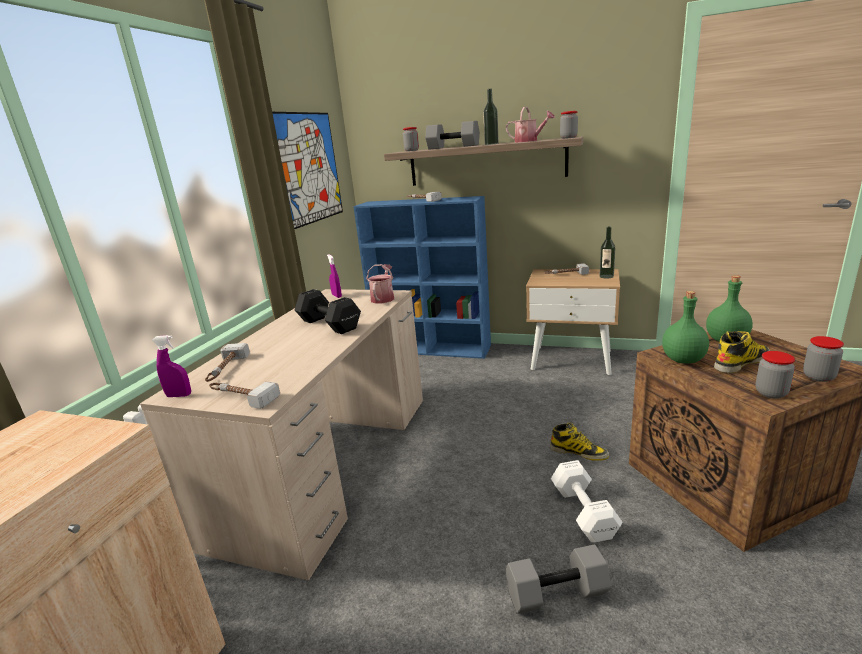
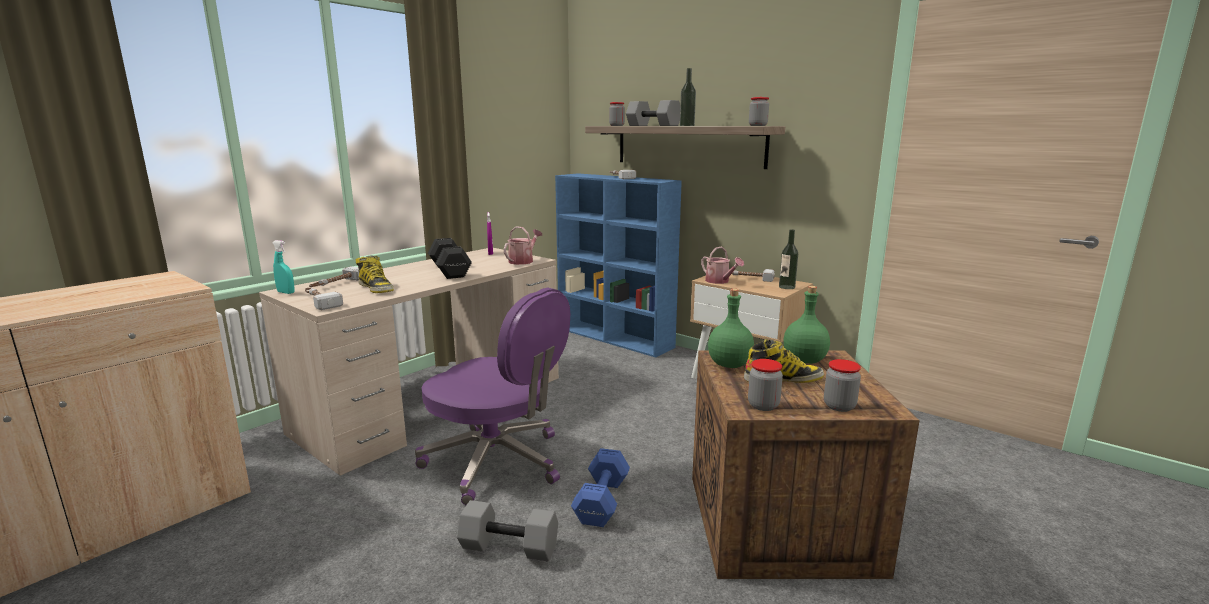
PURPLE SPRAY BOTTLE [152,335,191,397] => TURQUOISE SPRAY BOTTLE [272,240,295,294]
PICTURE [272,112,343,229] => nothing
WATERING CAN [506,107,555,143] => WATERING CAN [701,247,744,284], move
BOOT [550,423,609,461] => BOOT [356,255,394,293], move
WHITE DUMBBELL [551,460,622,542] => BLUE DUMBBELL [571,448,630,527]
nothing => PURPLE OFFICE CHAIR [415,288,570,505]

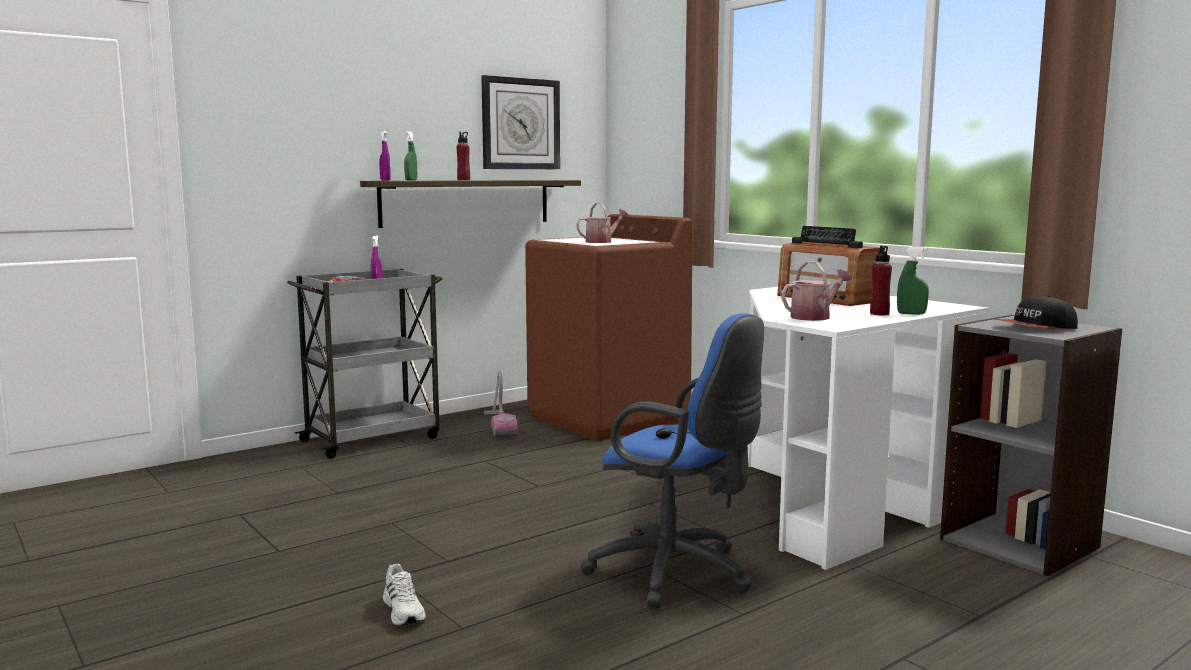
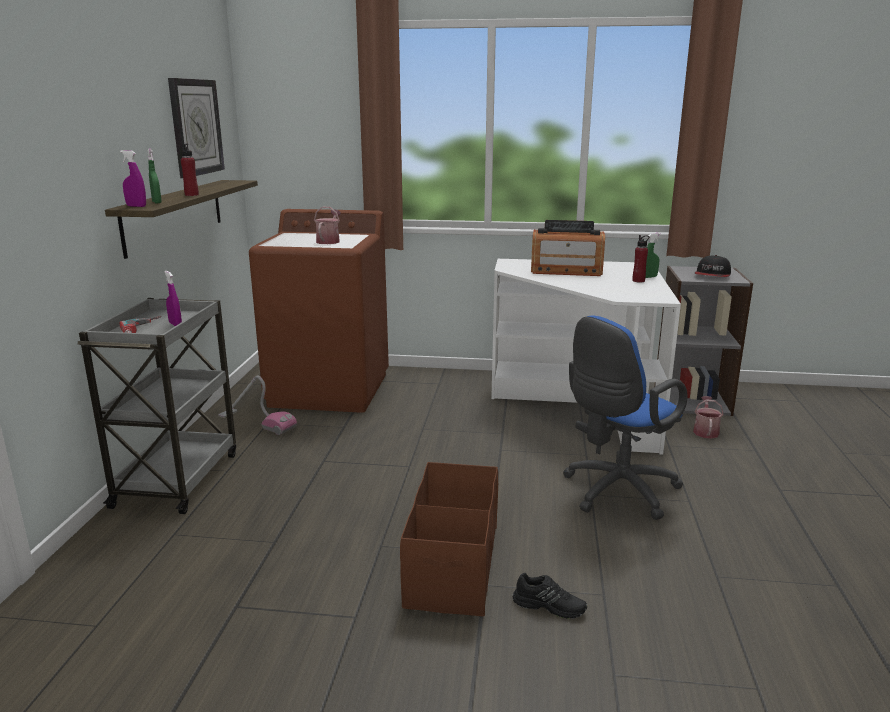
WHITE SHOE [383,564,426,626] => BLACK SHOE [513,573,587,619]
BLUE OFFICE CHAIR [581,313,764,608] => BLUE OFFICE CHAIR [563,315,688,520], 150 degrees clockwise
WATERING CAN [781,261,852,321] => WATERING CAN [693,396,724,439], move
nothing => BROWN STORAGE BOX [400,462,498,616]

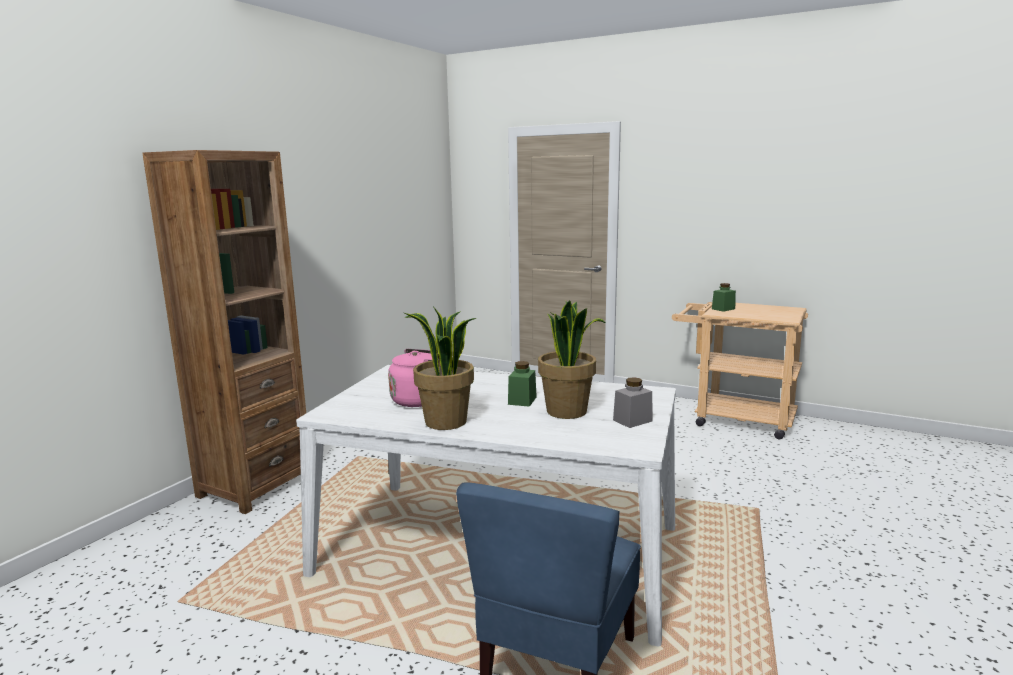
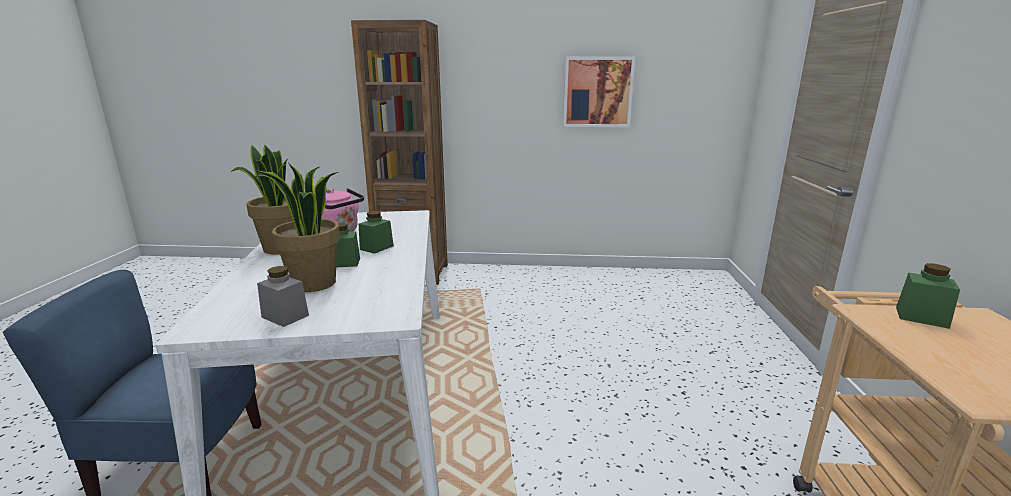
nothing => GREEN JAR [359,211,394,254]
nothing => PICTURE [563,57,635,127]

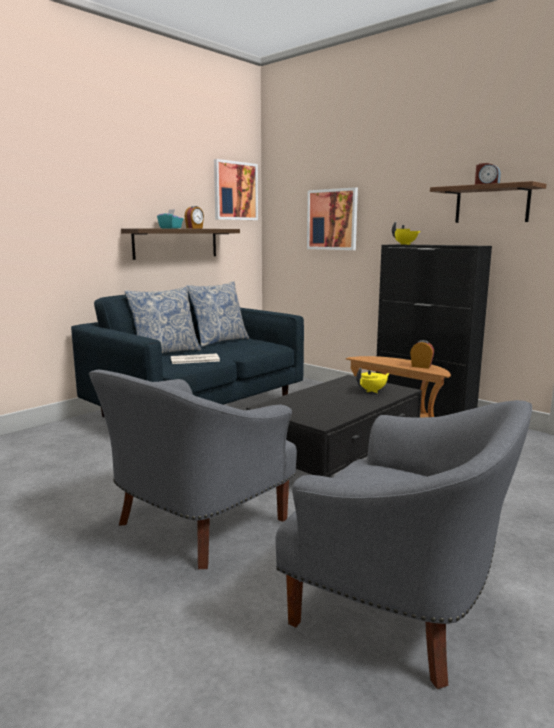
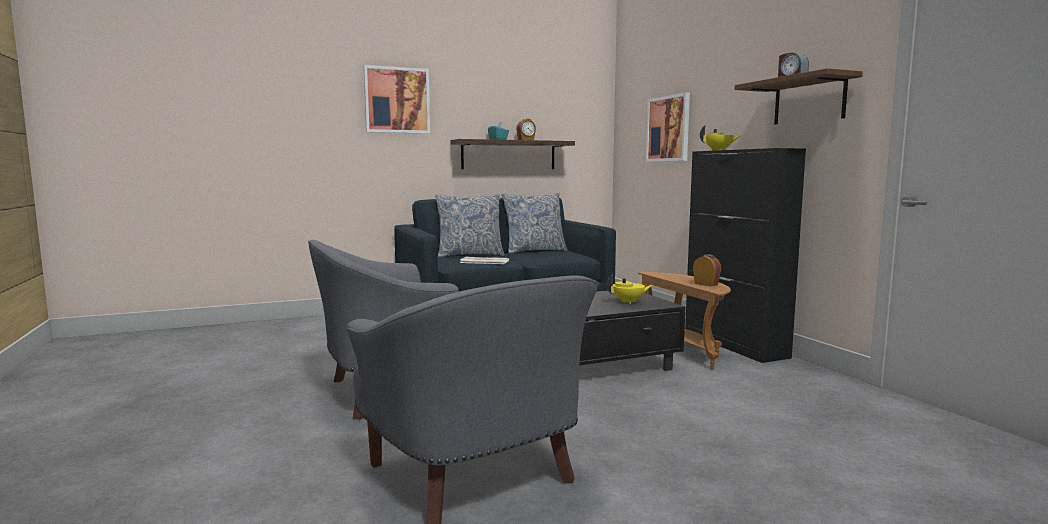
PICTURE [214,159,258,220] => PICTURE [364,65,430,134], move

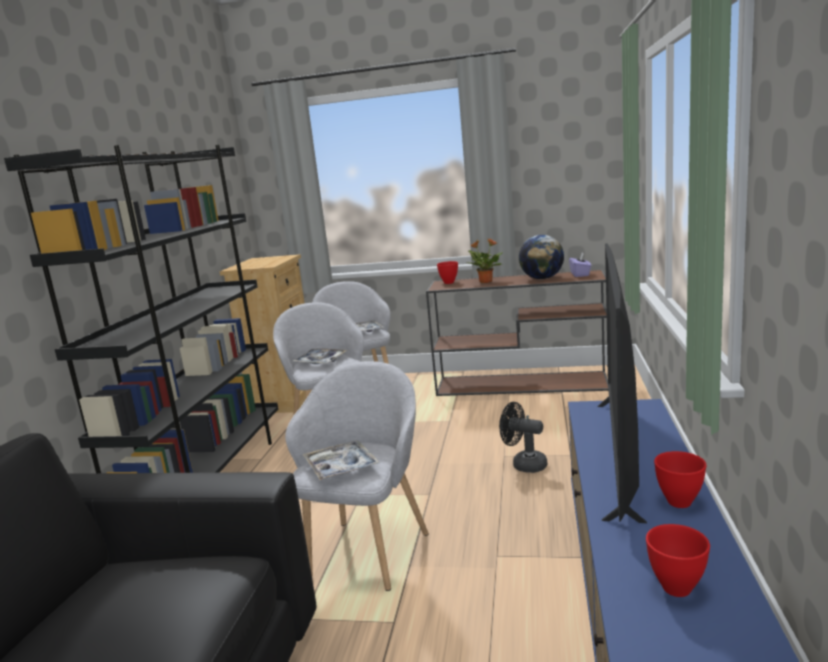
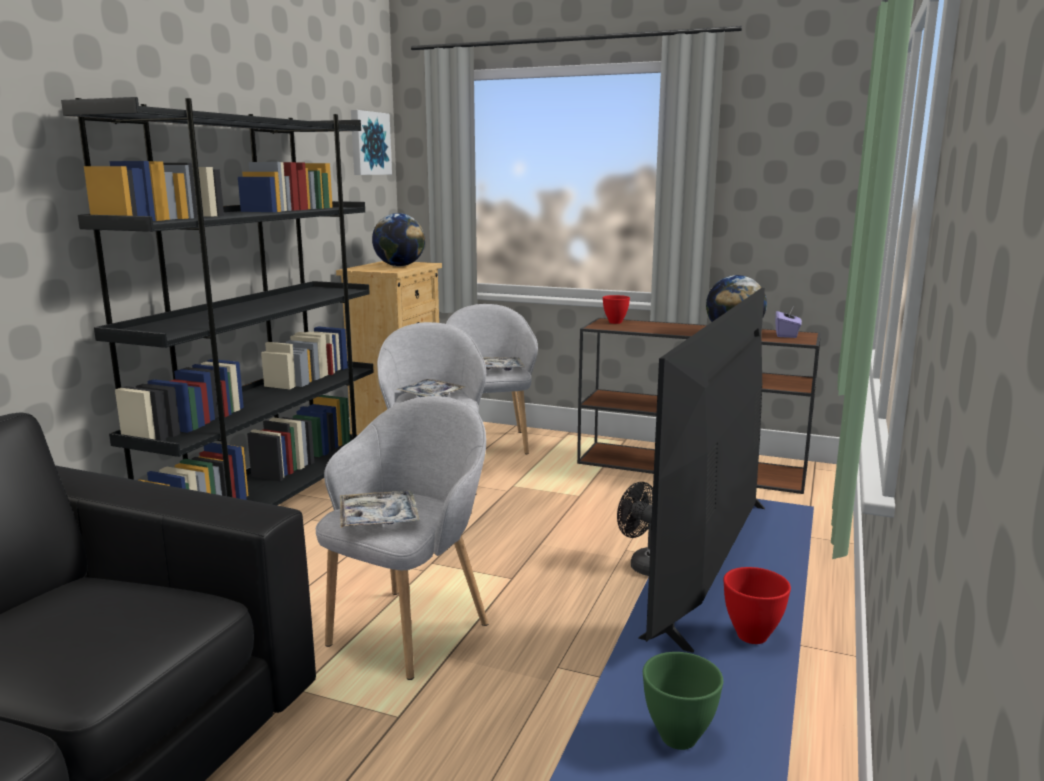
POTTED PLANT [466,239,503,283] => nothing
RED BOWL [646,524,710,597] => GREEN BOWL [643,652,723,750]
nothing => PICTURE [351,110,392,175]
nothing => GLOBE [372,213,425,266]

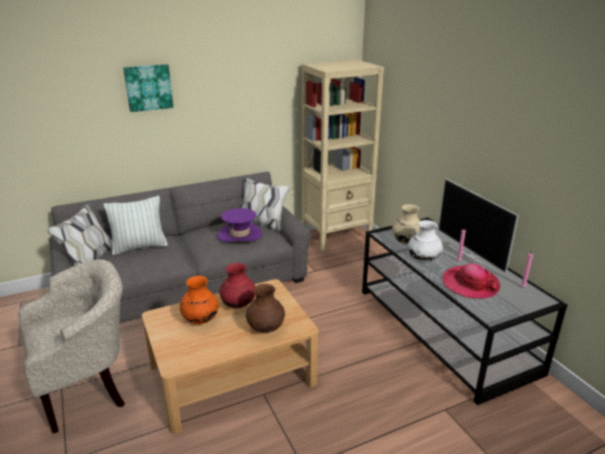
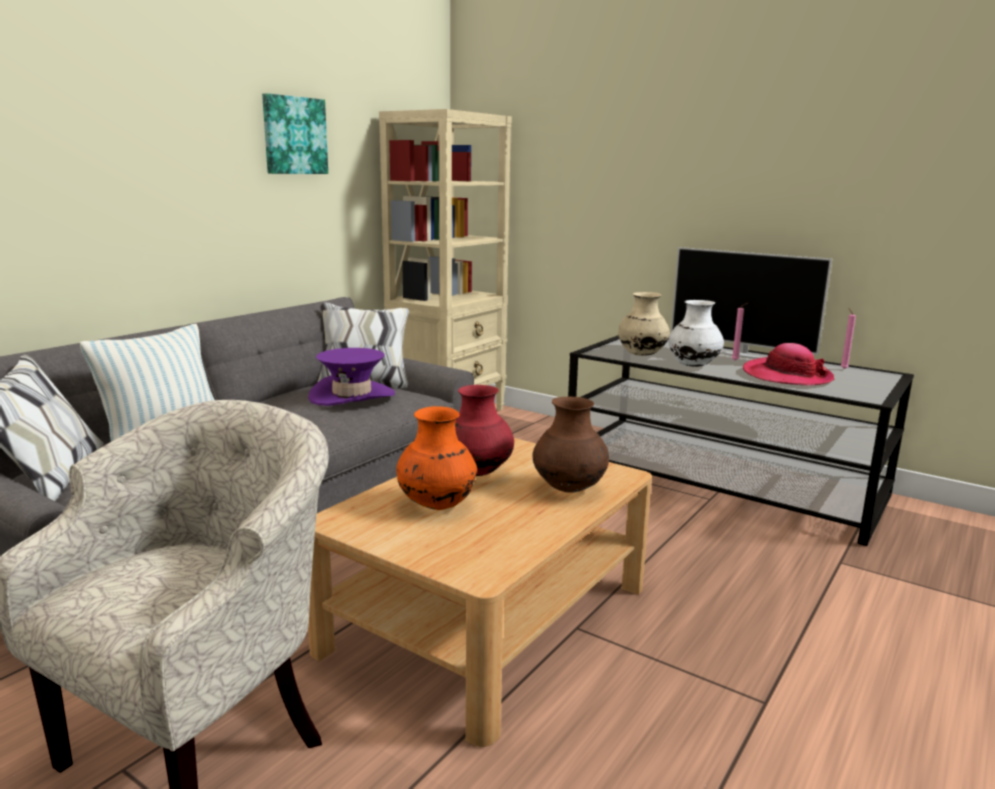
PICTURE [123,64,173,112] => PICTURE [262,93,328,174], move

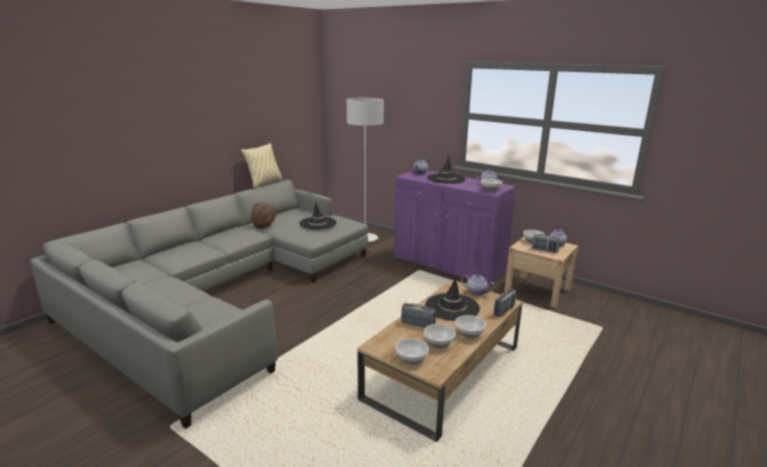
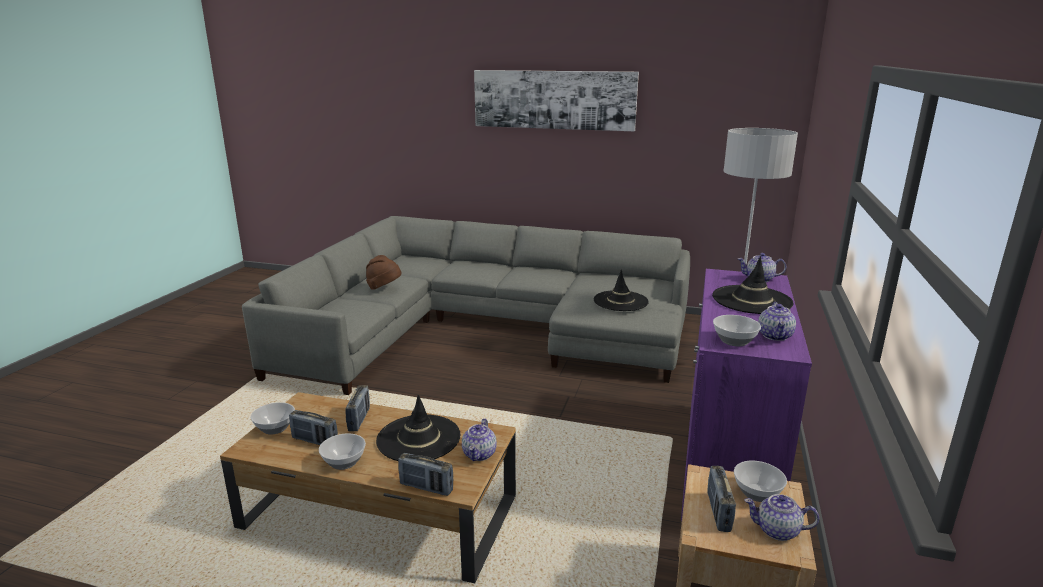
PILLOW [241,143,283,189] => nothing
BROWN HAT [251,203,276,229] => BROWN HAT [366,255,401,290], move
BOWL [424,324,456,349] => RADIO [289,410,338,445]
nothing => PICTURE [474,70,639,131]

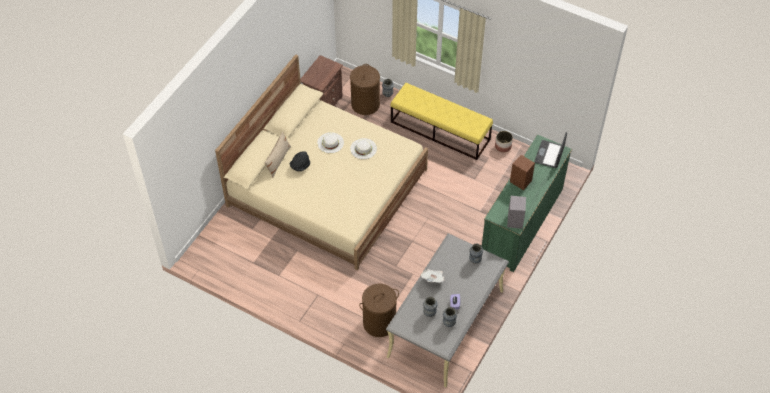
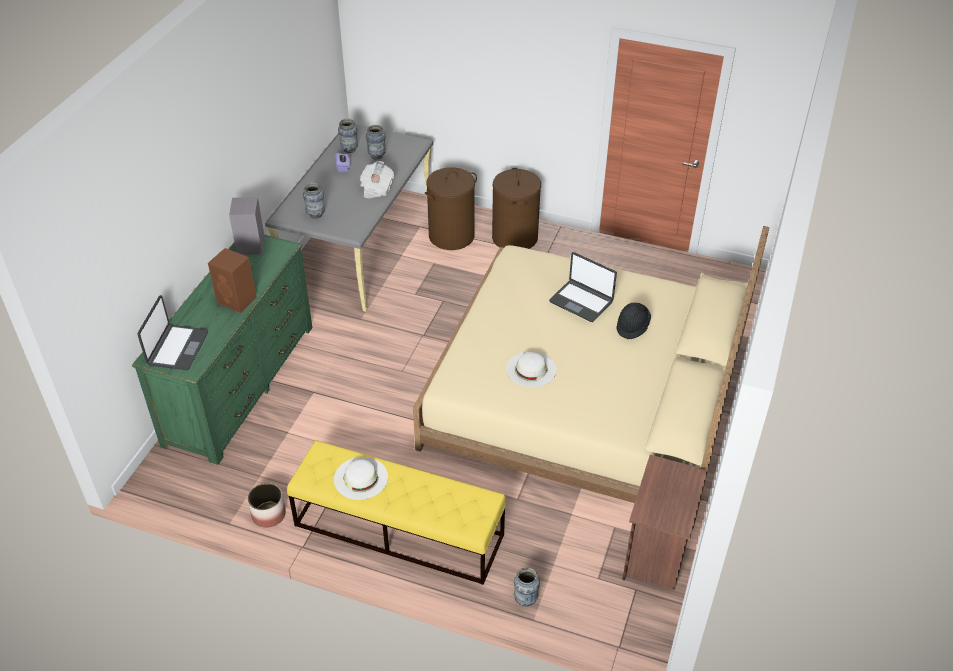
BEIGE PILLOW [265,131,291,178] => nothing
WHITE HAT [317,132,344,153] => WHITE HAT [334,457,388,500], move
BROWN LAUNDRY BASKET [350,64,380,115] => BROWN LAUNDRY BASKET [492,168,541,249], move
nothing => LAPTOP [549,252,617,322]

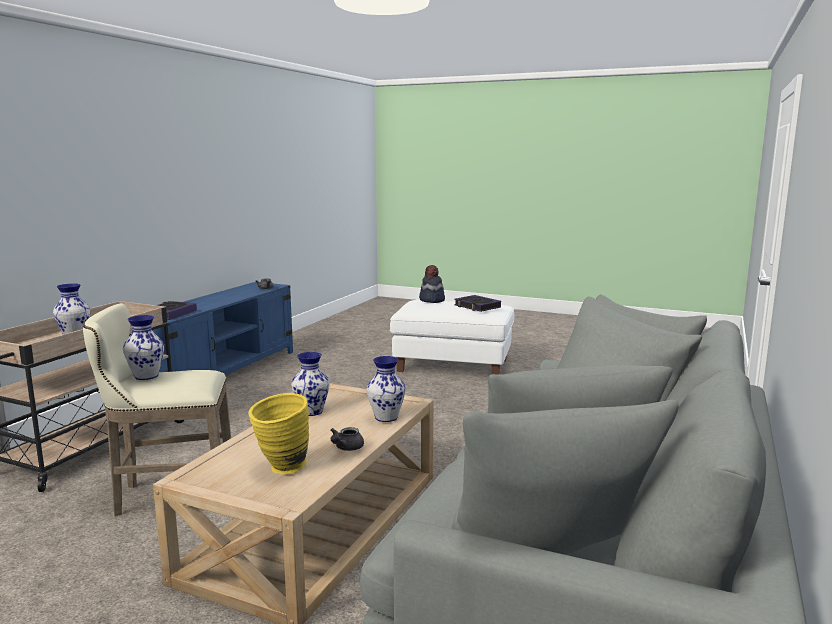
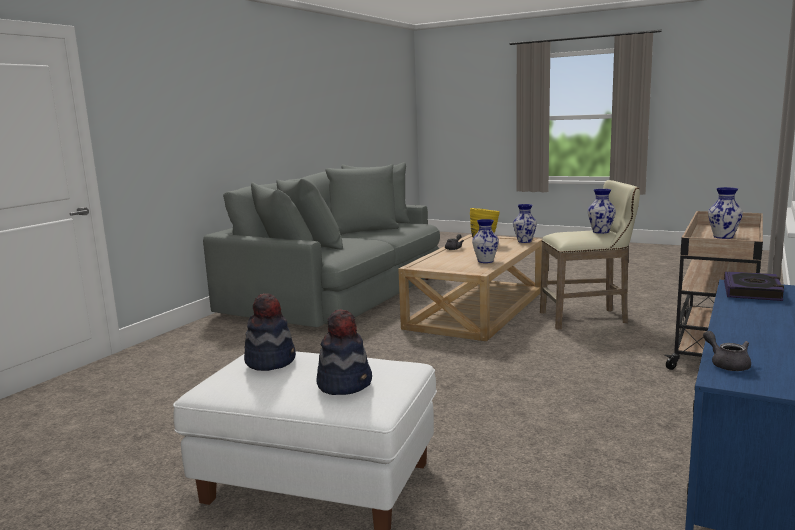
VASE [367,356,405,422] => VASE [513,204,537,243], move
BOOK [454,295,501,312] => HAT [244,293,296,371]

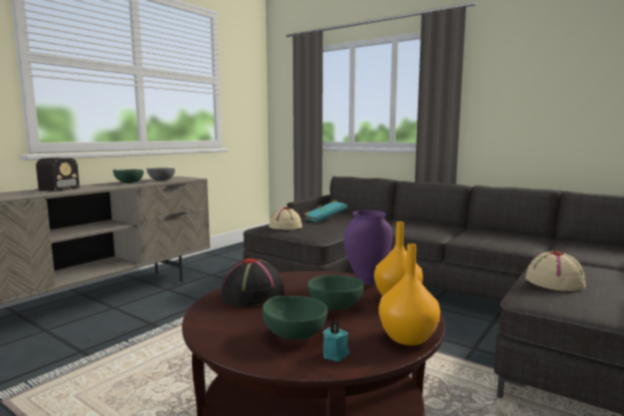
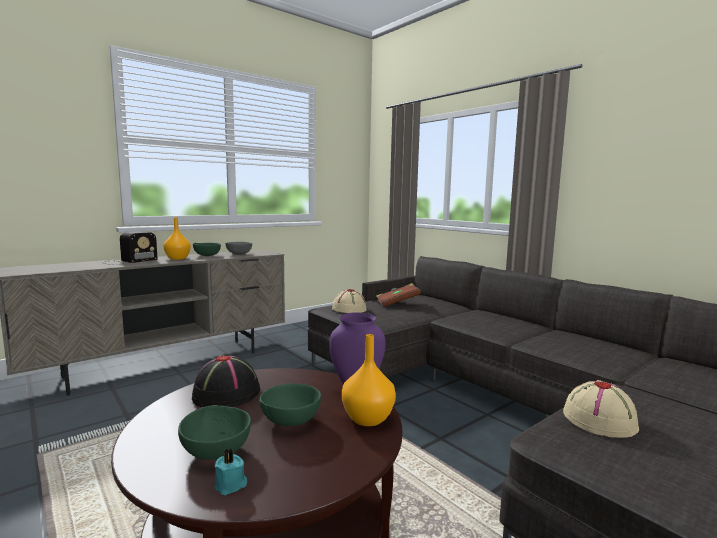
TURQUOISE BOOK [304,200,348,222] => BROWN BOOK [376,283,421,307]
ORANGE VASE [379,244,440,345] => ORANGE VASE [164,218,191,260], move

